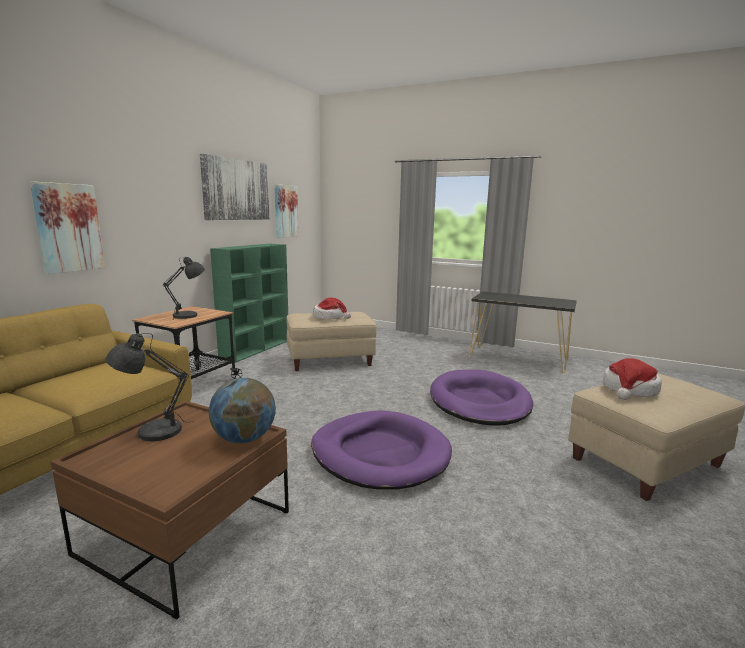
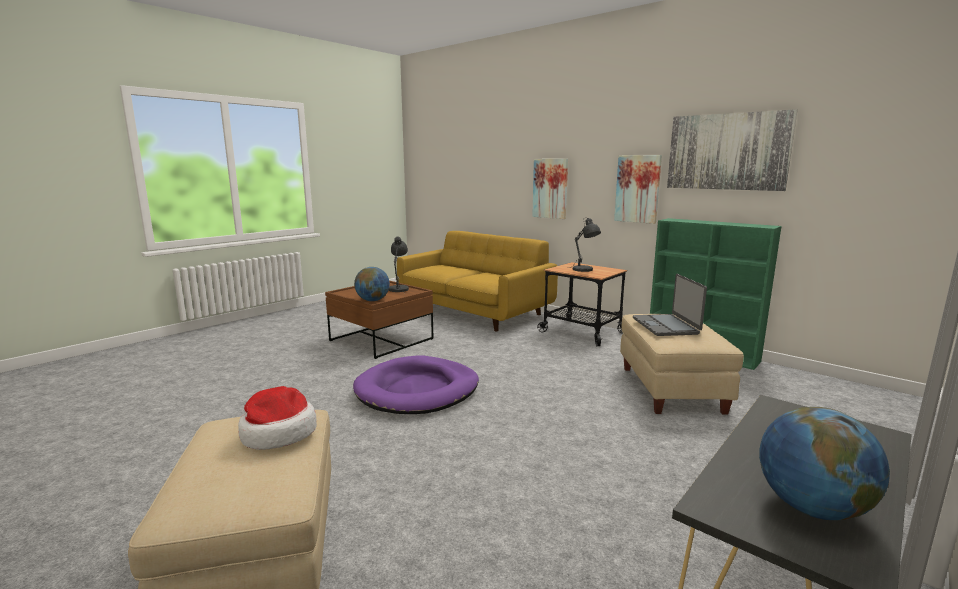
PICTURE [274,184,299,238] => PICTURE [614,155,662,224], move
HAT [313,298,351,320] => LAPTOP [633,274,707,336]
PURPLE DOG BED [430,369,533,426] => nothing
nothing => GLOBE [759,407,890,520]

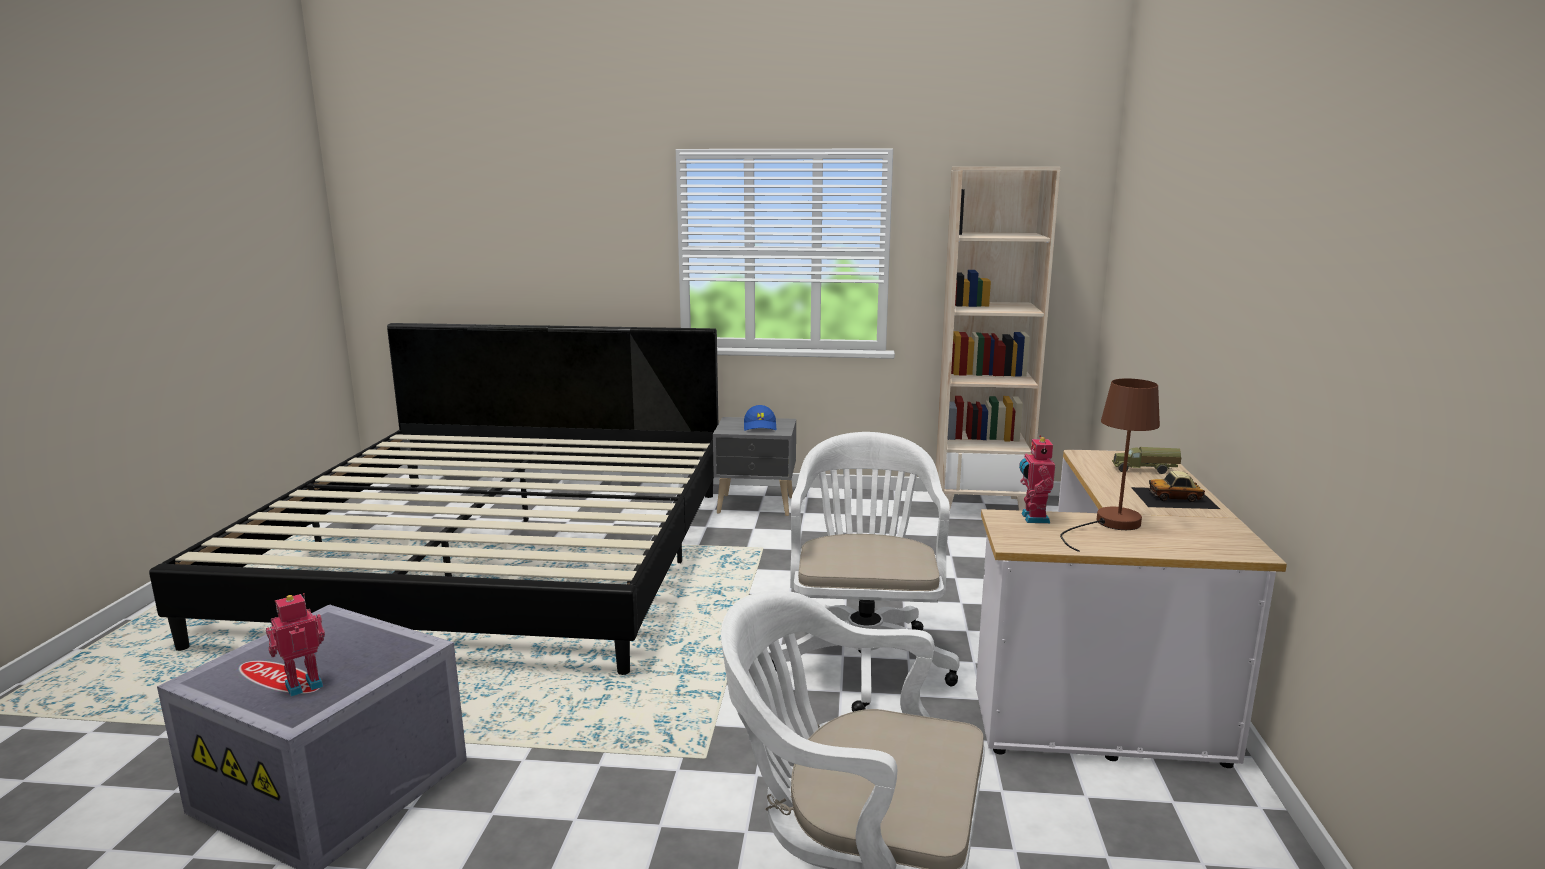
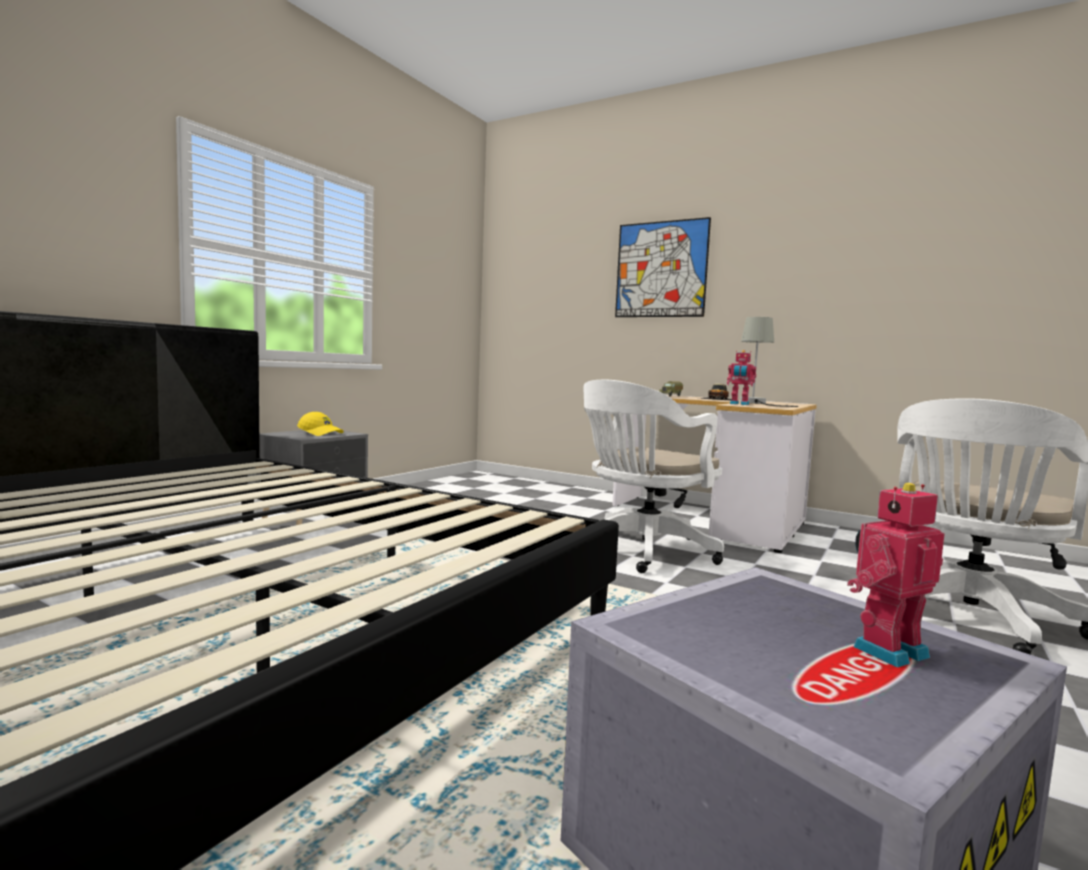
TOY ROBOT [266,593,325,697] => TOY ROBOT [847,483,945,668], 75 degrees clockwise
BLUE CAP [744,405,776,431] => YELLOW CAP [297,412,344,436]
WHITE OFFICE CHAIR [772,432,960,712] => WHITE OFFICE CHAIR [583,380,724,573], 75 degrees counterclockwise
BEIGE BOOKCASE [936,167,1061,511] => nothing
BROWN TABLE LAMP [1060,378,1160,552] => GREY TABLE LAMP [740,317,798,407]
nothing => PICTURE [615,217,711,317]

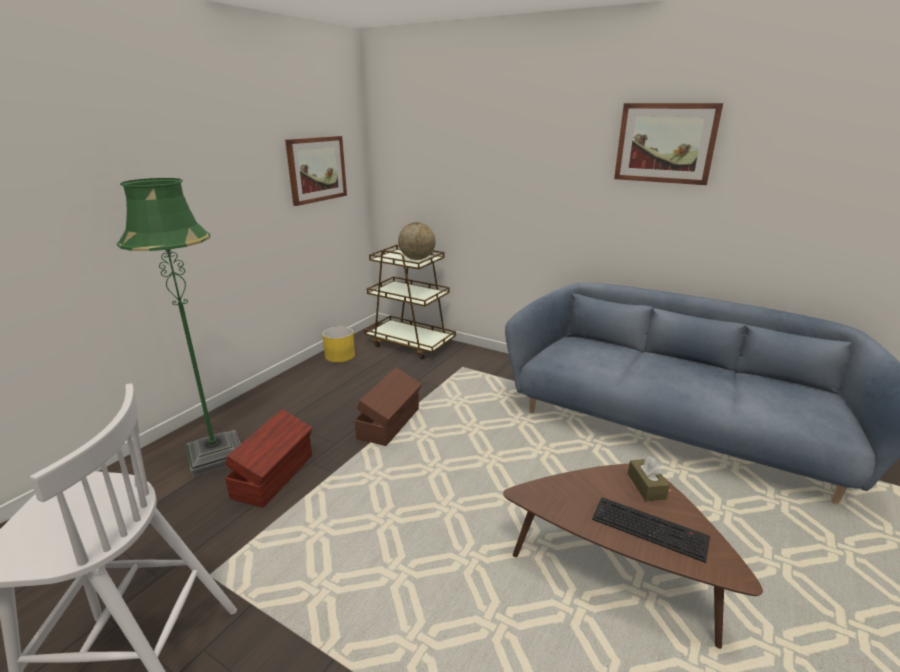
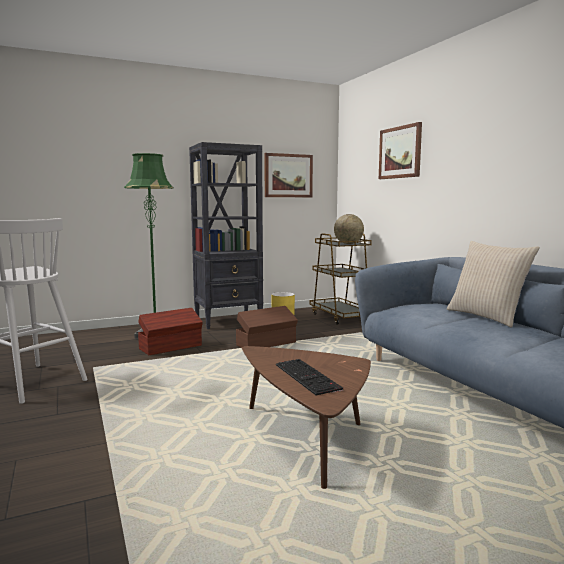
PICTURE [614,103,723,185] => PICTURE [379,122,422,179], move
BROWN TISSUE BOX [628,456,670,501] => nothing
nothing => BLACK BOOKCASE [189,142,263,329]
nothing => BEIGE PILLOW [447,241,540,328]

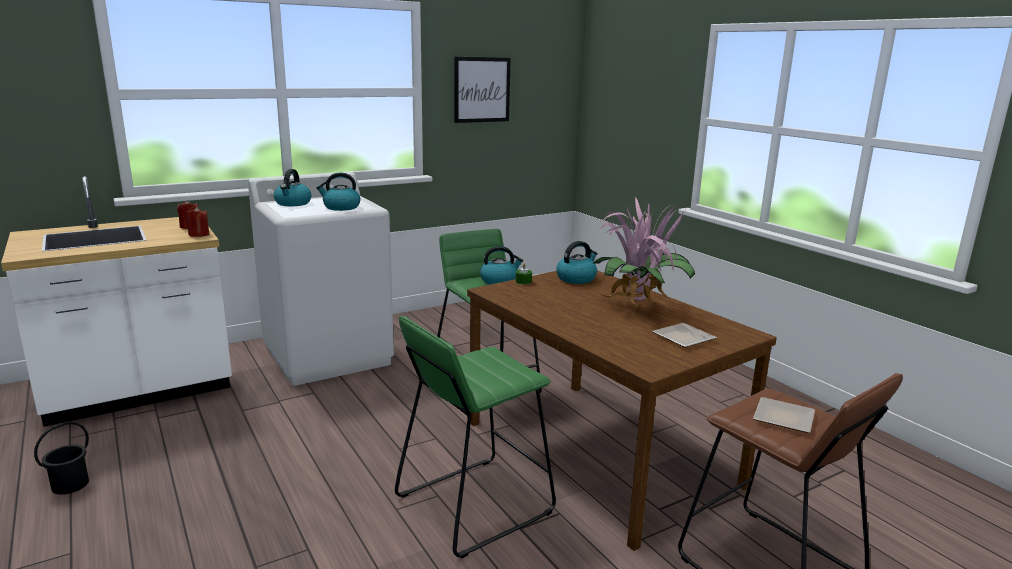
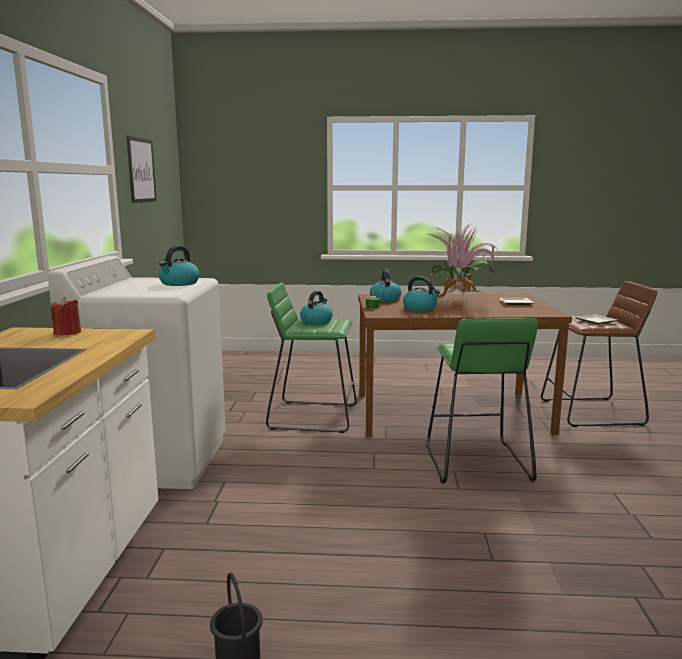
RED CANDLE [186,207,209,237] => nothing
KETTLE [274,169,311,206] => KETTLE [403,276,440,311], move

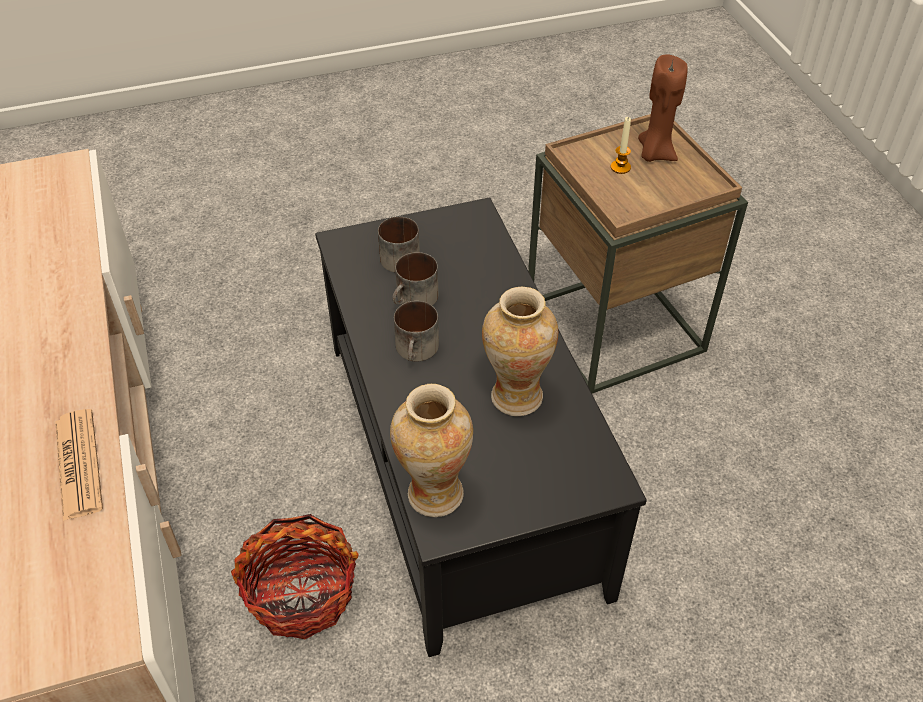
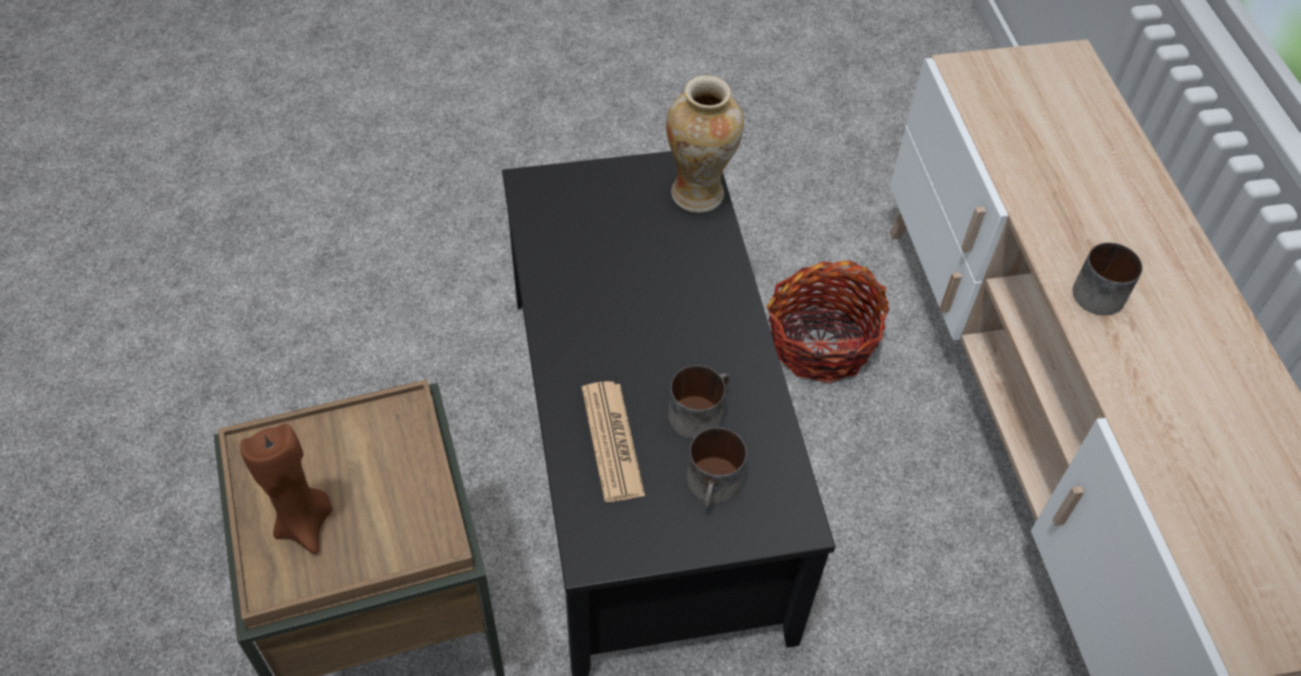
NEWSPAPER [55,409,103,521] => NEWSPAPER [582,381,645,502], move
MUG [394,301,439,362] => MUG [1073,243,1143,316], move
VASE [482,287,558,416] => nothing
CANDLE [611,117,631,174] => nothing

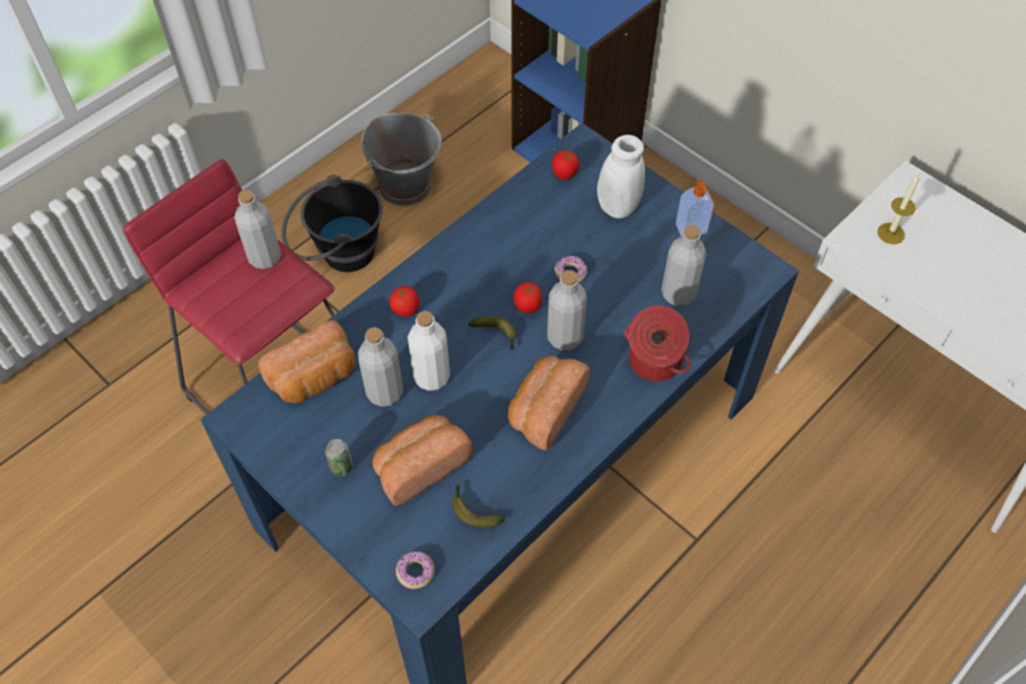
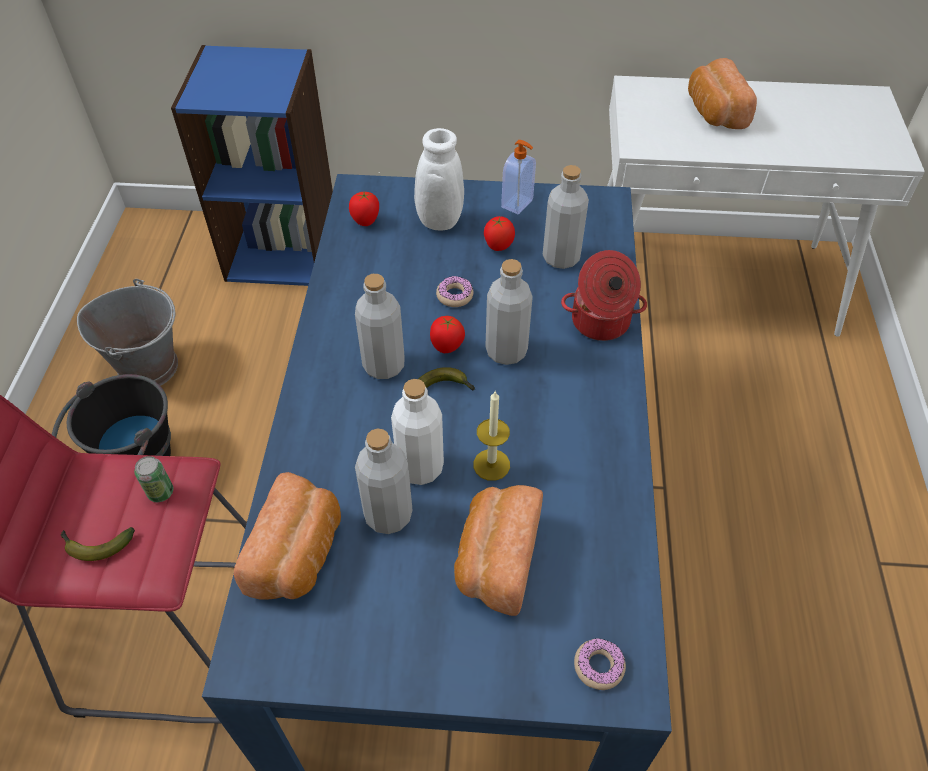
GREY BOTTLE [234,190,281,269] => GREY BOTTLE [355,274,405,379], move
CAN [325,439,353,476] => CAN [134,456,173,502], move
TOMATO [389,286,420,317] => TOMATO [484,216,515,251], move
BANANA [452,484,505,528] => BANANA [61,527,135,561], move
BREAD [508,356,590,450] => BREAD [688,58,757,129], move
CANDLE [877,175,919,244] => CANDLE [473,392,510,481], move

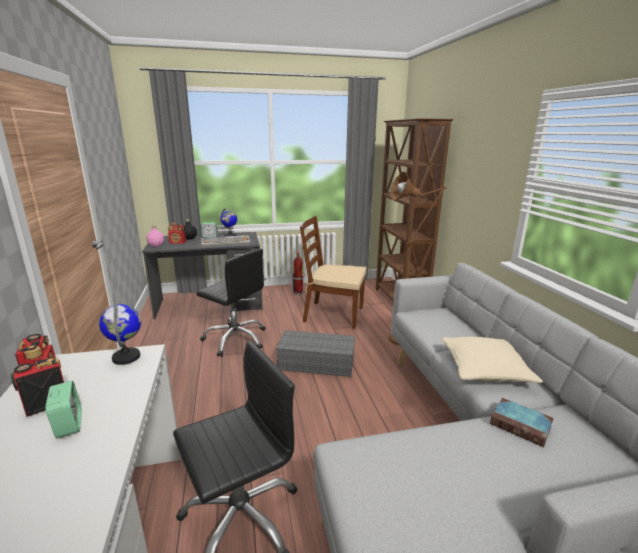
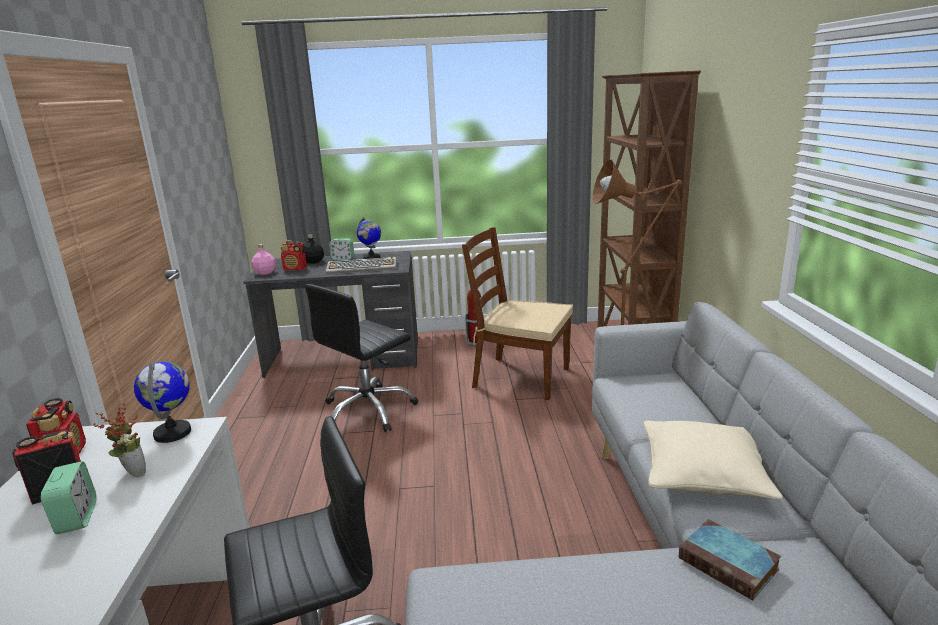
BLACK OFFICE CHAIR [196,249,265,357] => BLACK OFFICE CHAIR [305,284,418,432], 90 degrees clockwise
GREY STORAGE BOX [276,330,355,377] => nothing
nothing => POTTED PLANT [93,402,146,477]

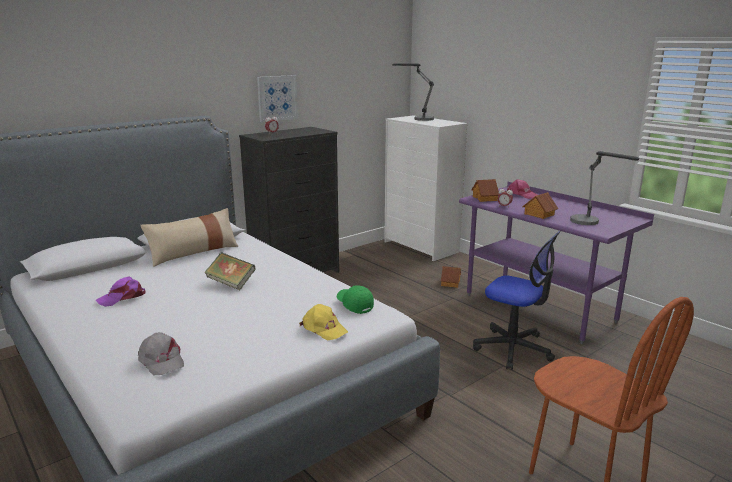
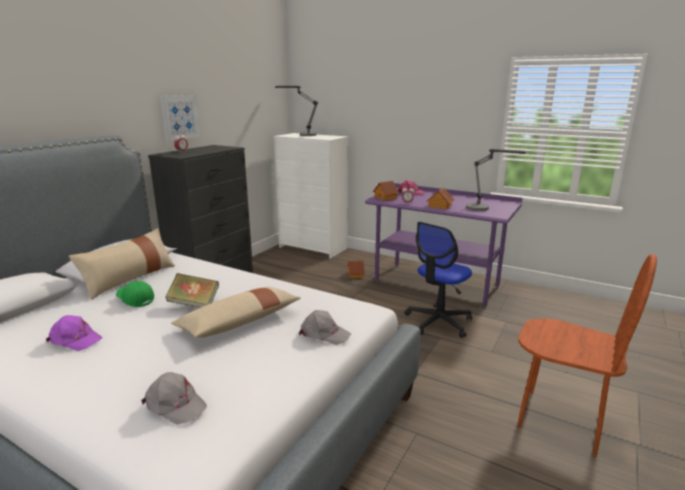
PURPLE CAP [96,277,146,307] => PURPLE CAP [46,315,103,351], 105 degrees counterclockwise
YELLOW CAP [299,304,348,340] => GREY CAP [299,310,351,345]
GREEN CAP [336,285,374,314] => GREEN CAP [116,281,154,307], move
OFFICE CHAIR [473,231,561,370] => OFFICE CHAIR [404,222,472,338], 120 degrees clockwise
nothing => BEIGE PILLOW [171,287,301,338]

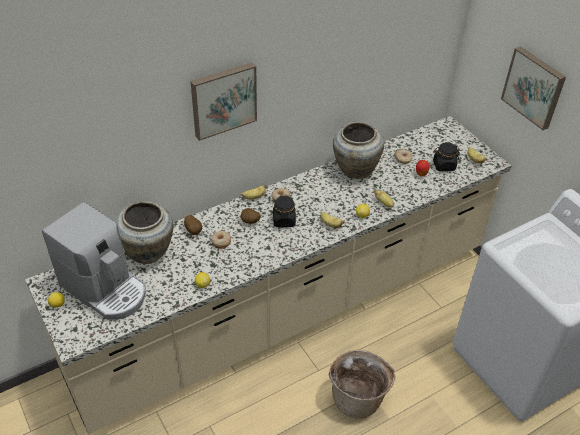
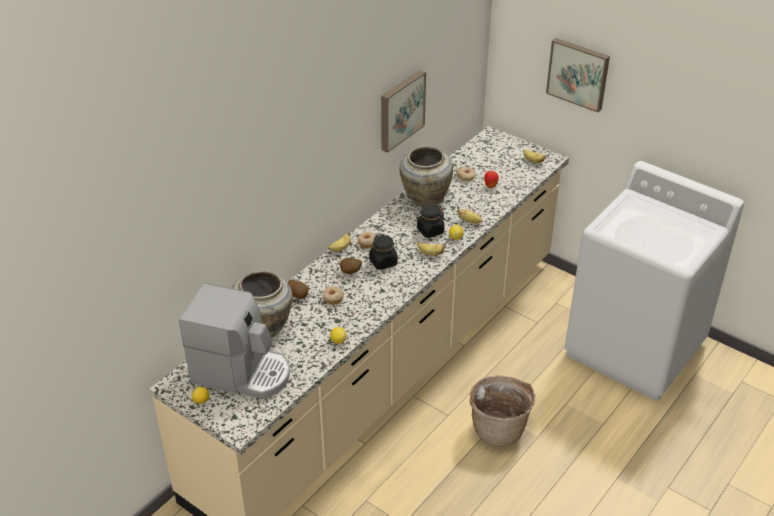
PICTURE [190,62,257,141] => PICTURE [381,70,426,153], move
BLACK JAR [433,142,460,172] => BLACK JAR [416,204,445,238], move

